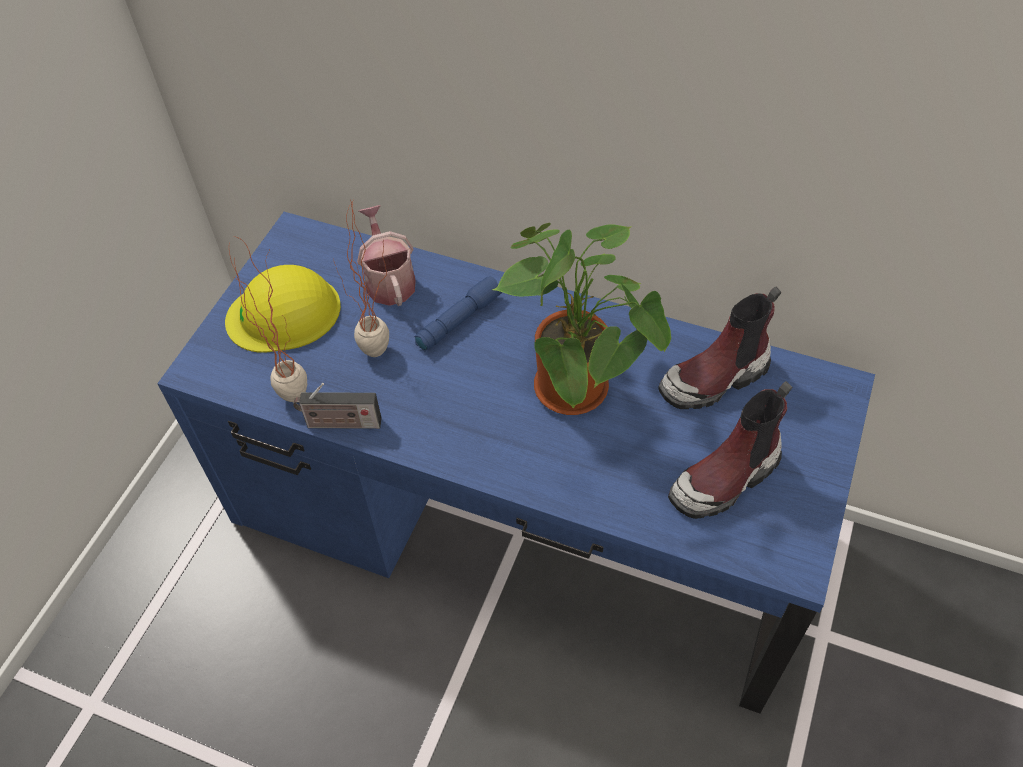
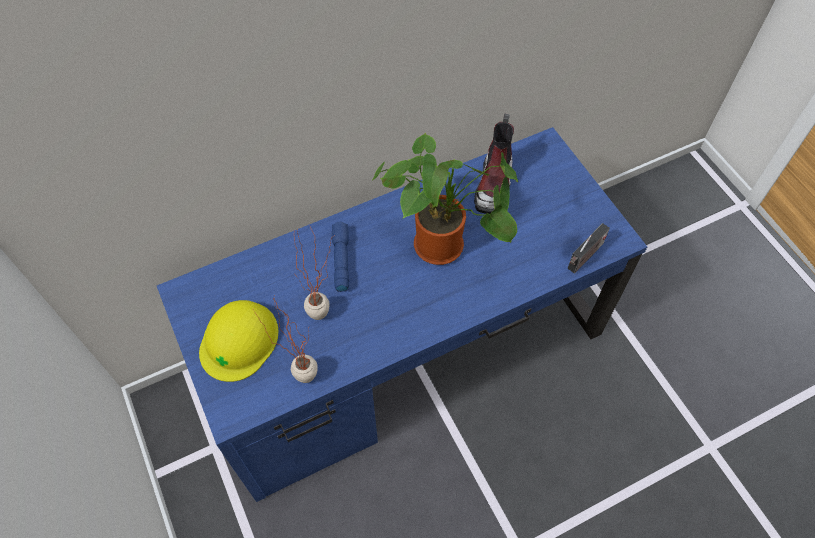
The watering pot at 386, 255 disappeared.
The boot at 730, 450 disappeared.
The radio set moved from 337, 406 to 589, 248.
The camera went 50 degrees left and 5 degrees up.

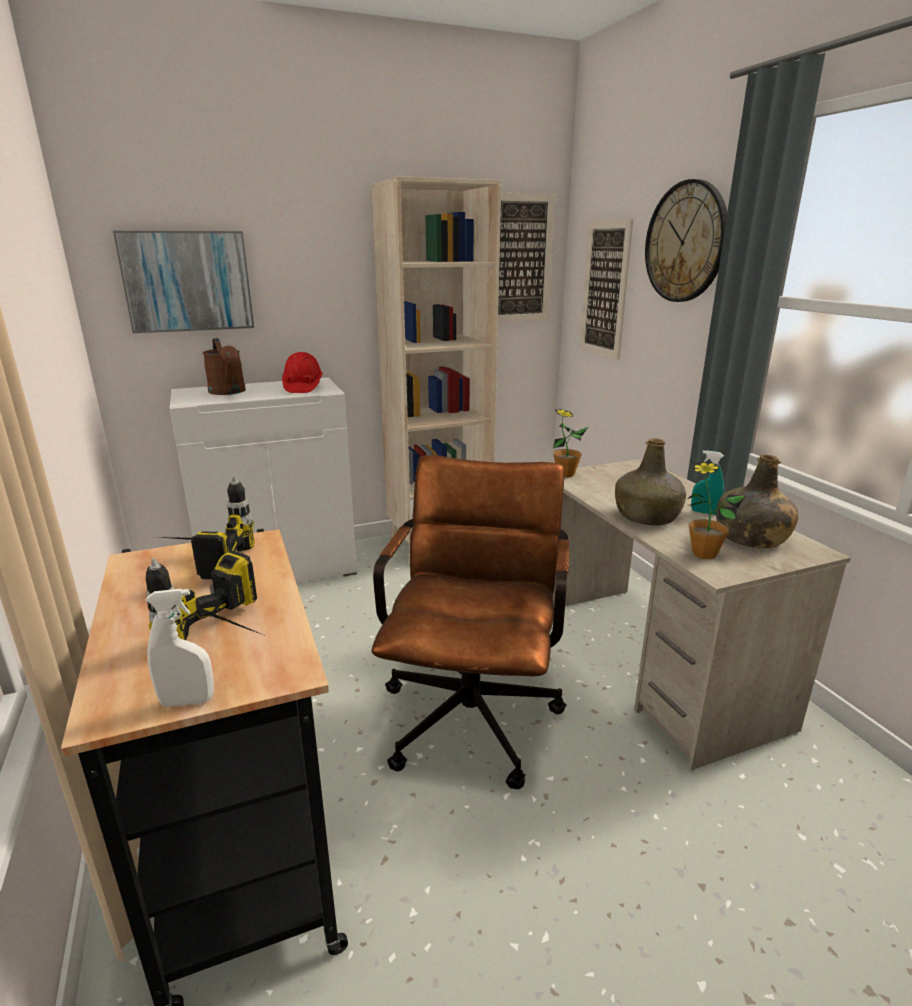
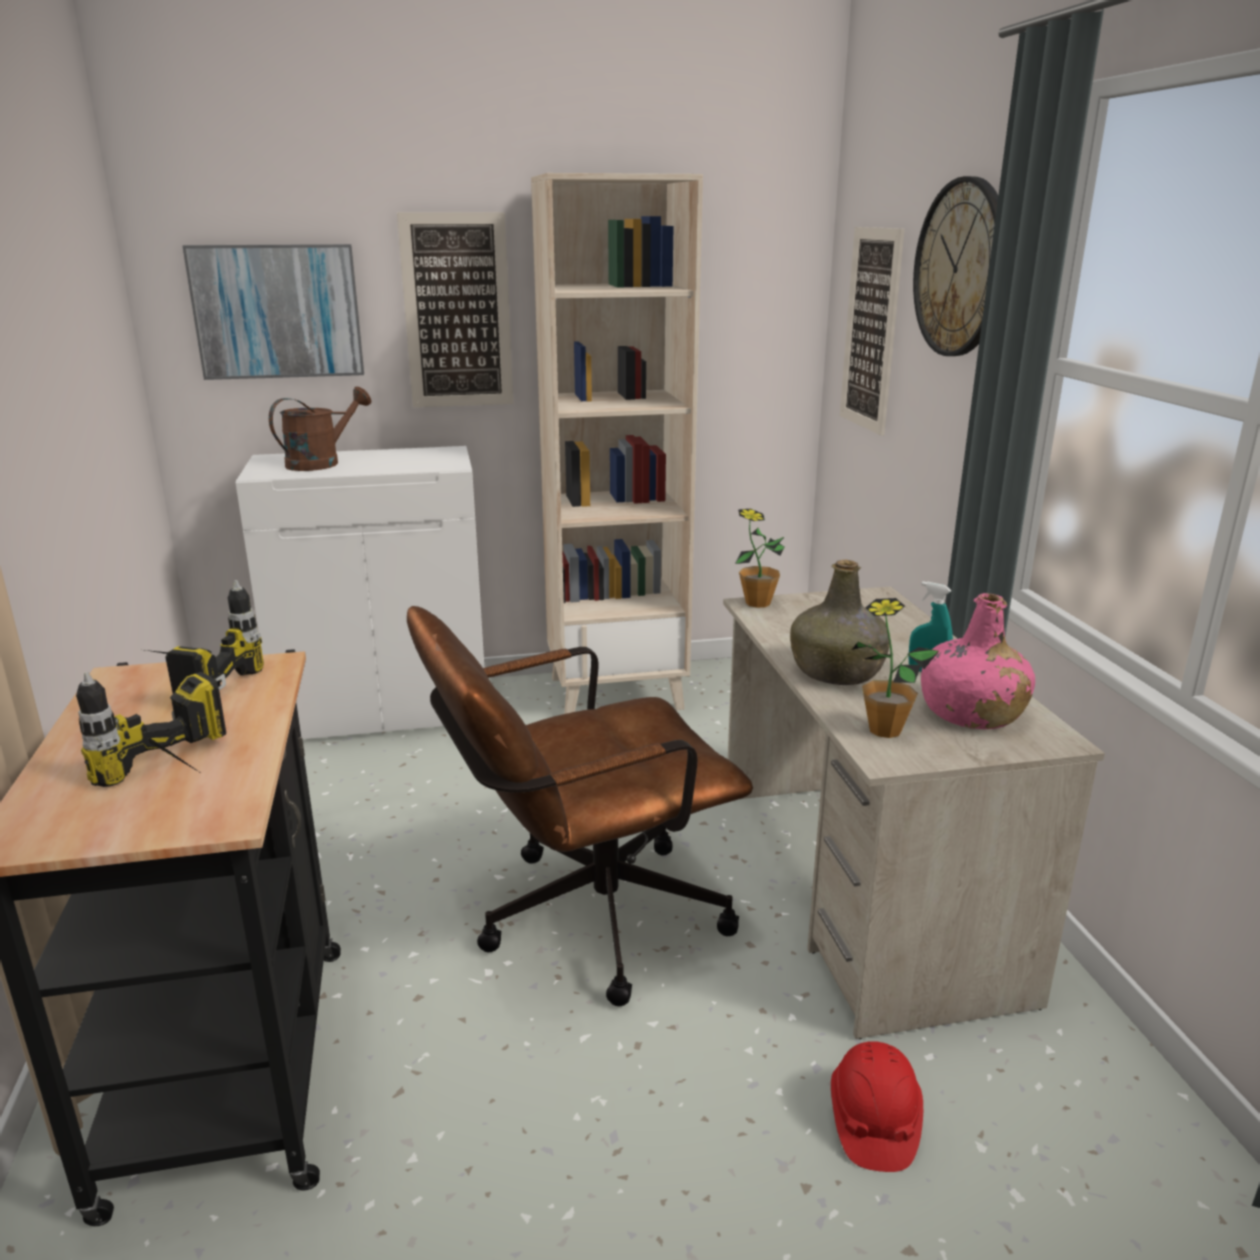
The wall art moved from 526, 257 to 455, 309.
The watering pot (brown-coloured) at 224, 366 turned 120 degrees counterclockwise.
The work helmet (red-coloured) moved from 302, 372 to 877, 1106.
The desk chair (brown-coloured) at 470, 622 turned 135 degrees counterclockwise.
The drink bottle (greenish) at 757, 501 became the drink bottle (pink-coloured) at 978, 661.
The hand sprayer (white-coloured) at 179, 648 disappeared.
The camera went 10 degrees right and 0 degrees up.

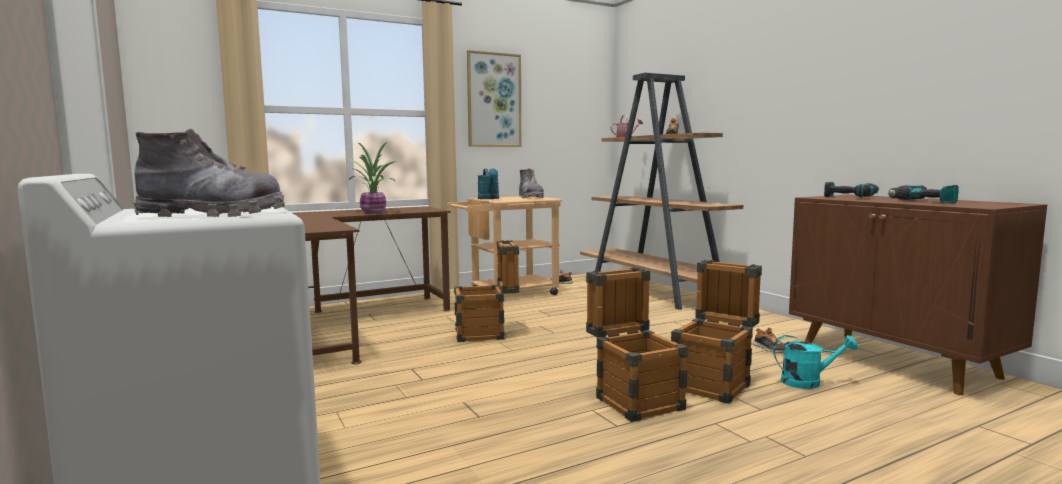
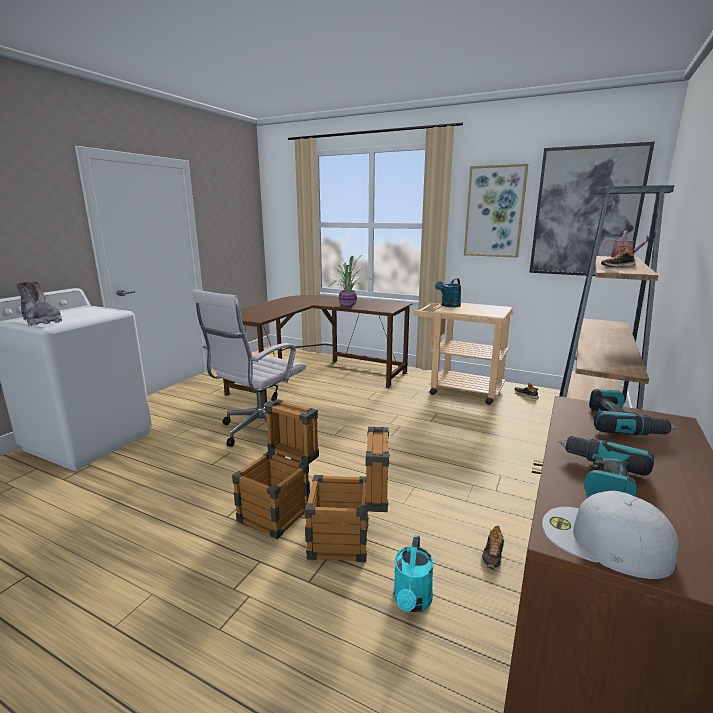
The boot (grey) at 531, 183 disappeared.
The packing crate at 487, 291 disappeared.
The watering pot (turquoise-coloured) at 815, 362 turned 45 degrees clockwise.
The wall art at 592, 209 appeared.
The desk chair (white-coloured) at 249, 368 appeared.
The baseball cap (white-coloured) at 610, 534 appeared.
The camera went 55 degrees right and 10 degrees up.

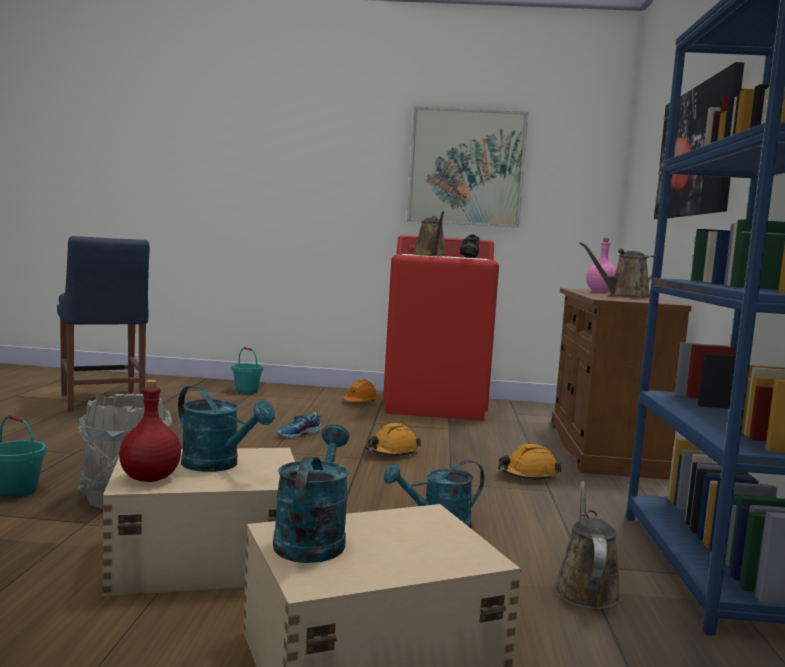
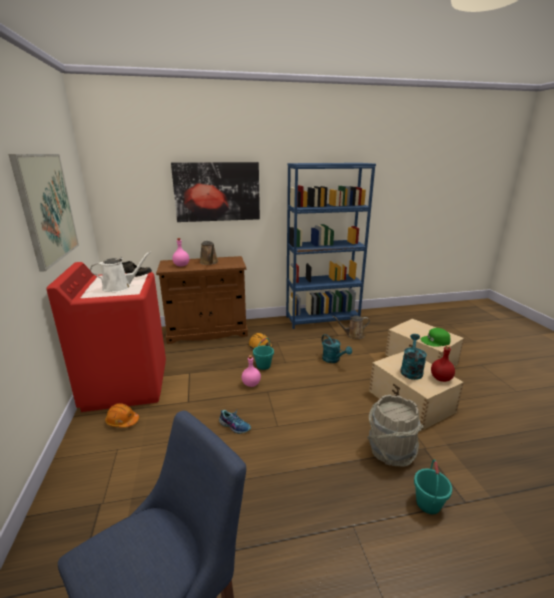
The watering pot (brown-coloured) at 430, 234 became the watering pot (white-coloured) at 120, 271.
The water bucket (turquoise-coloured) moved from 247, 370 to 263, 354.
The work helmet (orangey) at 393, 439 was replaced by the drink bottle (pink-coloured) at 251, 371.
The watering pot (turquoise-coloured) at 311, 493 was replaced by the baseball cap (greenish) at 436, 337.
The camera went 105 degrees left and 15 degrees up.

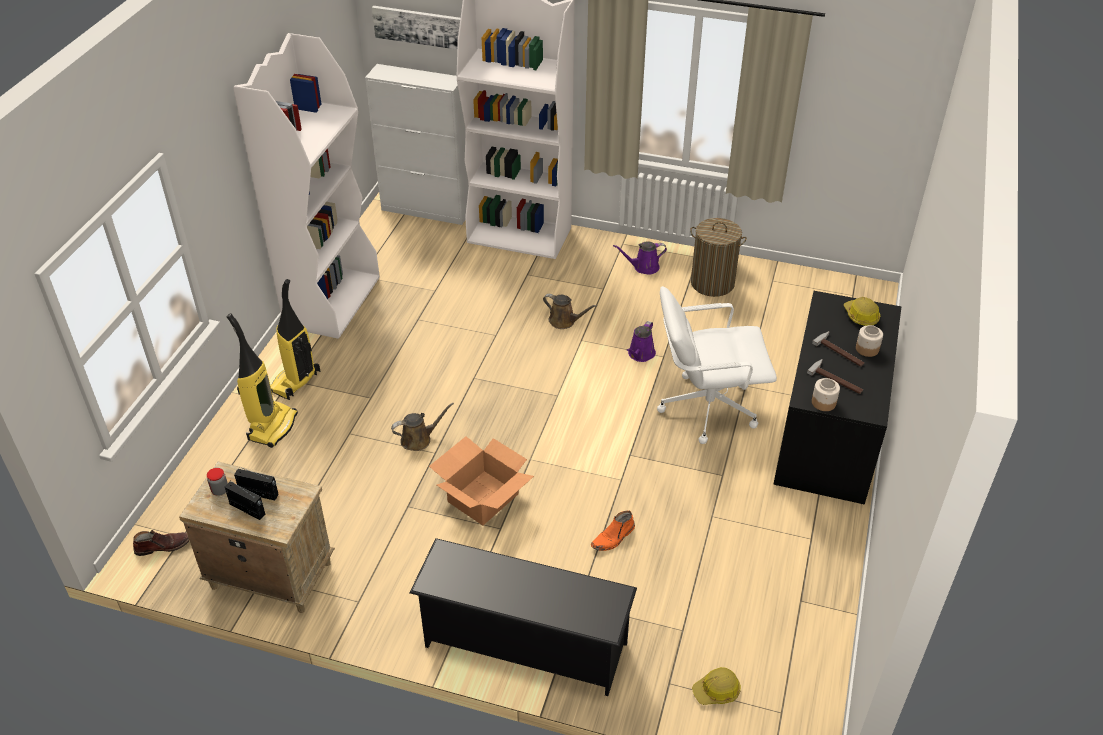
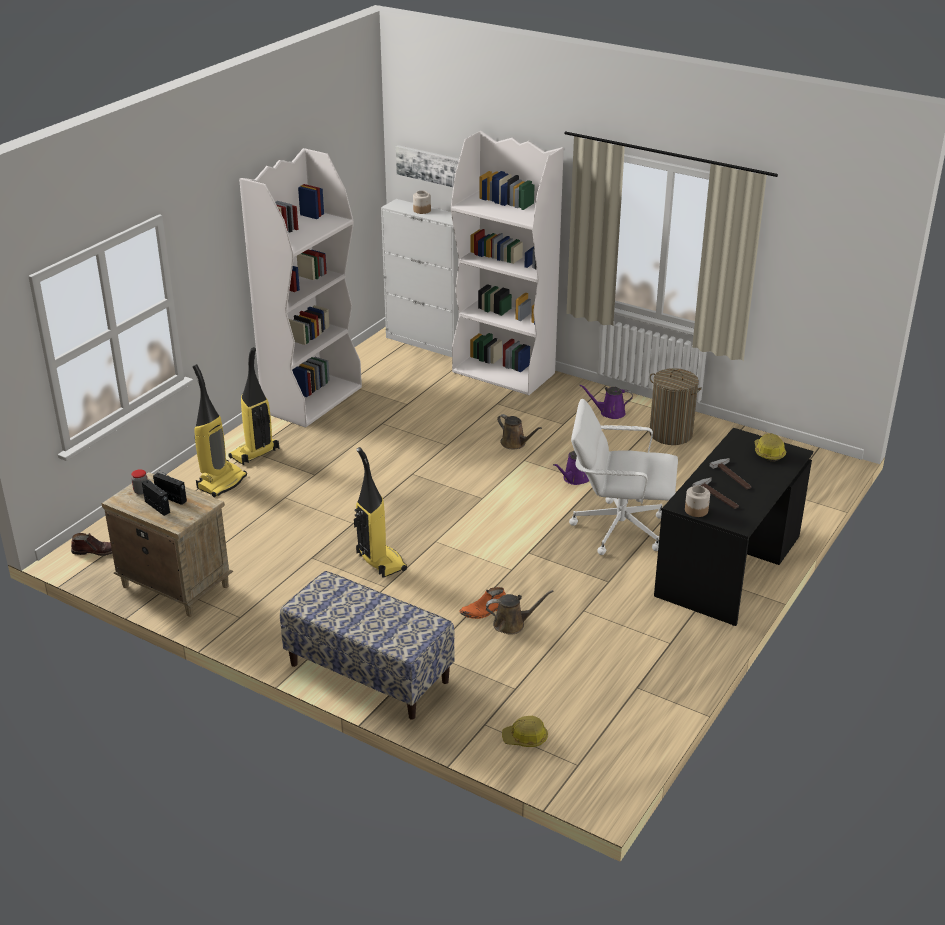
The jar moved from 869, 341 to 422, 202.
The watering pot (brown-coloured) moved from 422, 427 to 520, 612.
The packing box at 481, 480 was replaced by the vacuum cleaner at 380, 512.
The shoe shelf (black-coloured) at 523, 617 was replaced by the long seat at 367, 645.
The camera went 15 degrees right and 10 degrees down.

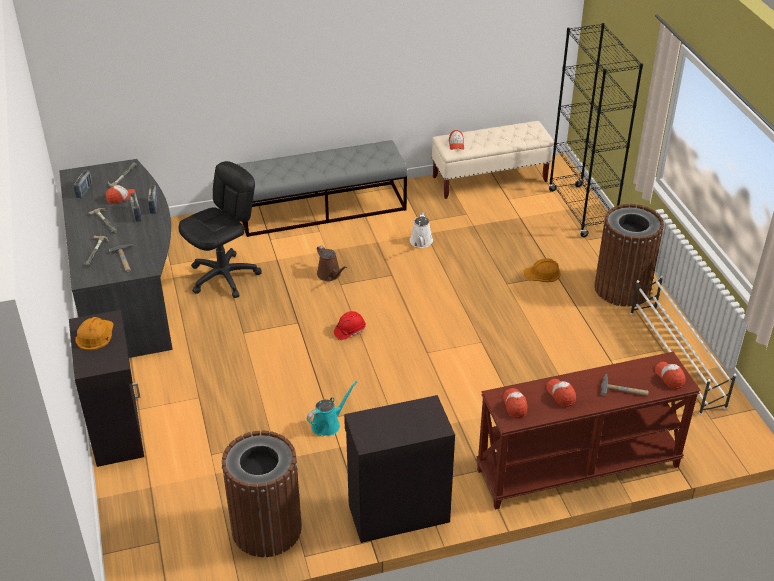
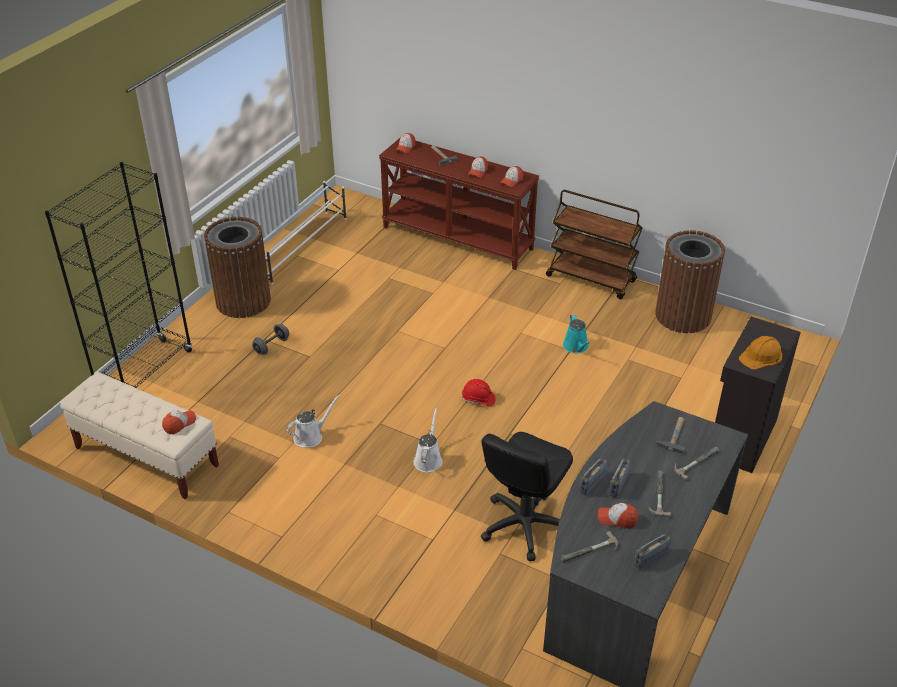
The long seat (grey) at 322, 188 disappeared.
The desk chair (black-coloured) at 220, 229 turned 60 degrees counterclockwise.
The watering pot (brown-coloured) at 332, 263 became the watering pot (white-coloured) at 427, 439.
The work helmet (orangey) at 542, 270 was replaced by the dumbbell (grey) at 270, 339.
The watering pot (turquoise-coloured) at 332, 409 turned 105 degrees counterclockwise.
The cabinet (black-coloured) at 399, 469 was replaced by the wheeled cart (brown-coloured) at 594, 244.
The camera went 135 degrees left and 0 degrees up.

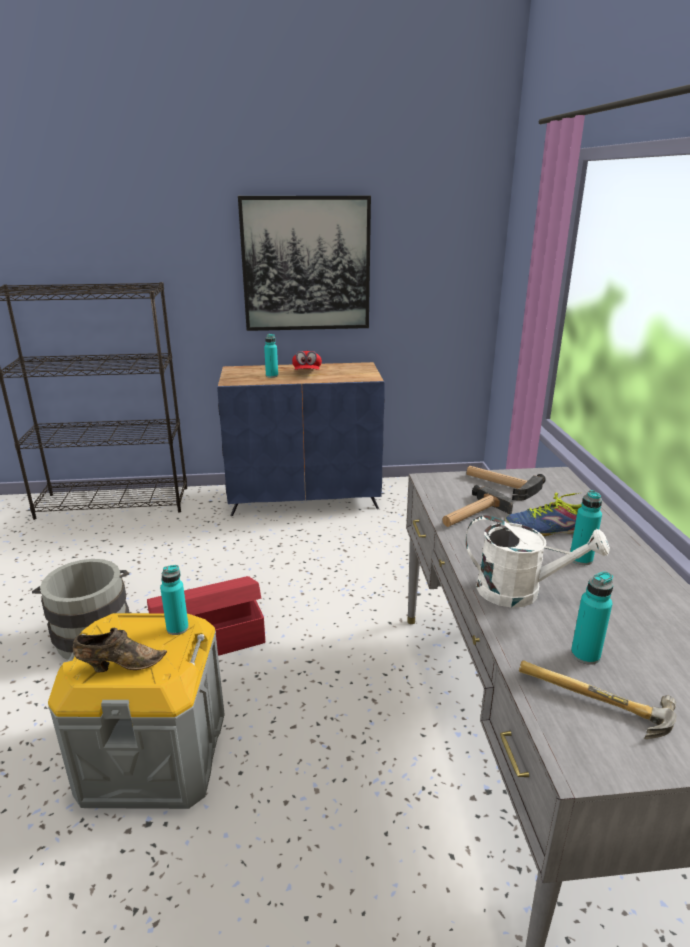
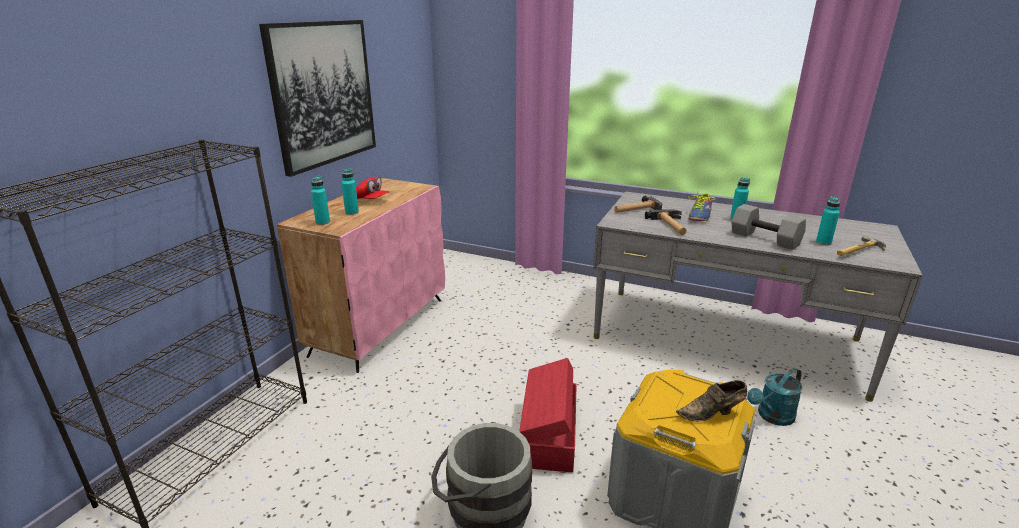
The cabinet (blue-coloured) at 301, 439 became the cabinet (pink-coloured) at 361, 275.
The watering pot (white-coloured) at 537, 561 was replaced by the dumbbell (grey) at 768, 227.
The drink bottle (turquoise-coloured) moved from 174, 600 to 320, 200.
The item of footwear (brown-coloured) at 120, 650 turned 120 degrees counterclockwise.
The watering pot (turquoise-coloured) at 775, 396 appeared.
The camera went 60 degrees left and 0 degrees up.

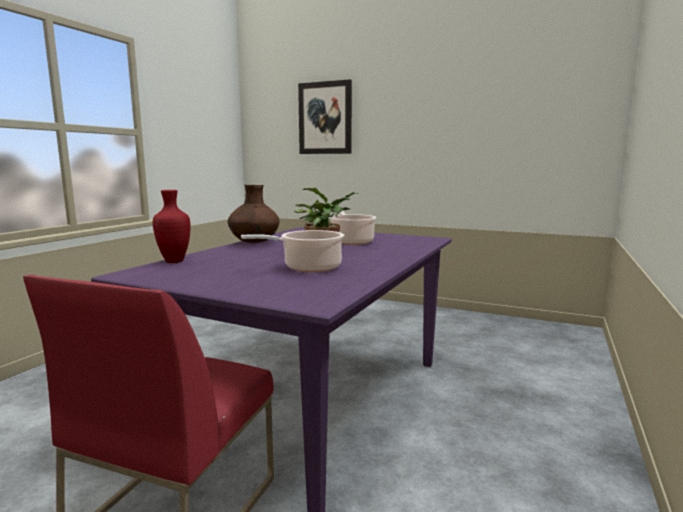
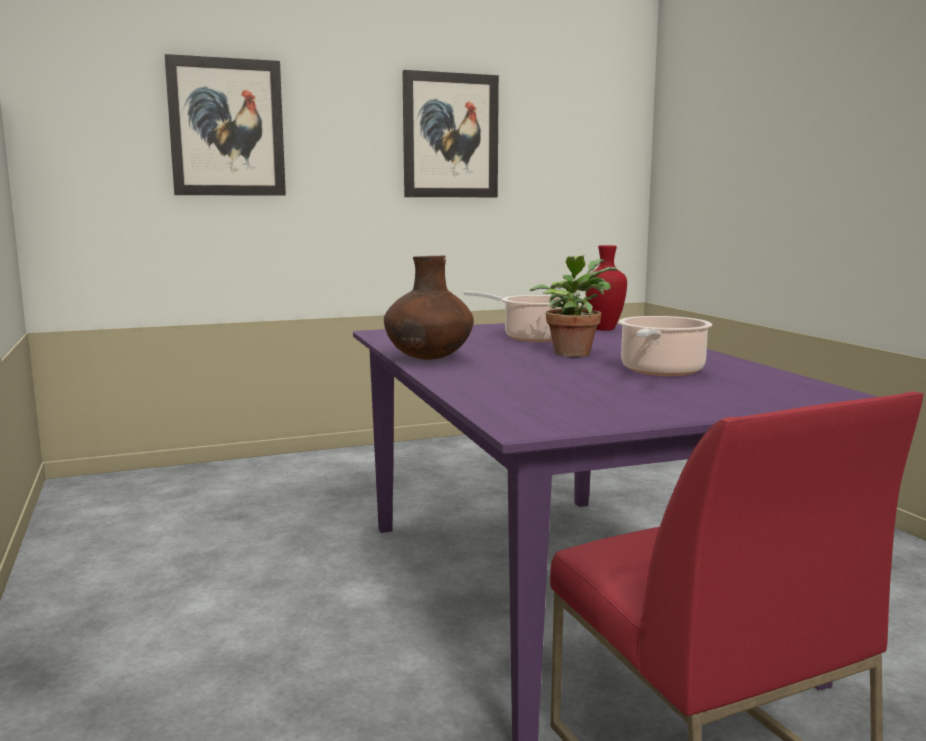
The decorative vase (red-coloured) moved from 171, 226 to 606, 288.
The wall art at 450, 133 appeared.
The camera went 45 degrees left and 0 degrees up.

